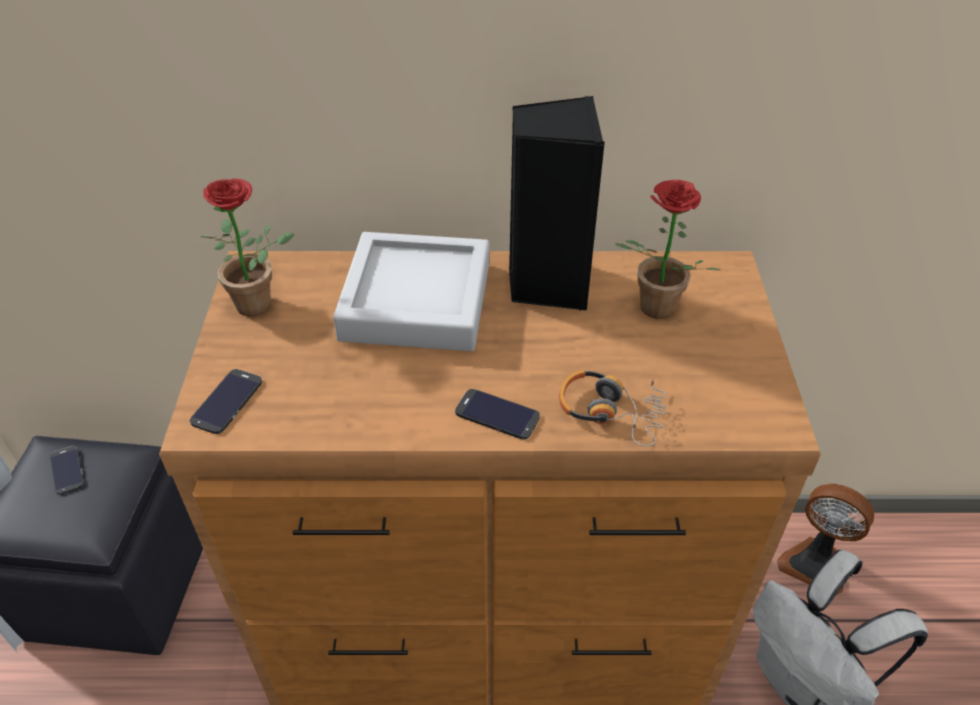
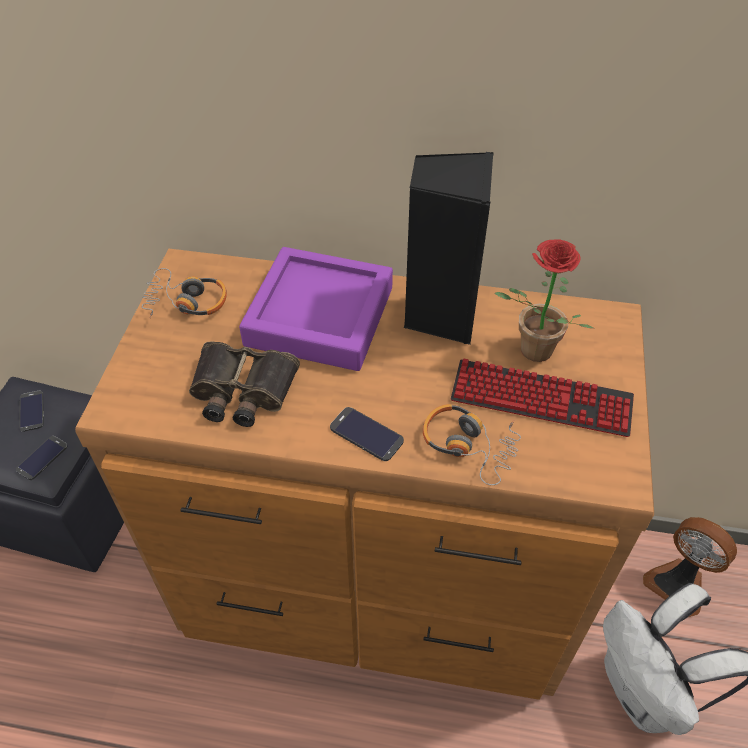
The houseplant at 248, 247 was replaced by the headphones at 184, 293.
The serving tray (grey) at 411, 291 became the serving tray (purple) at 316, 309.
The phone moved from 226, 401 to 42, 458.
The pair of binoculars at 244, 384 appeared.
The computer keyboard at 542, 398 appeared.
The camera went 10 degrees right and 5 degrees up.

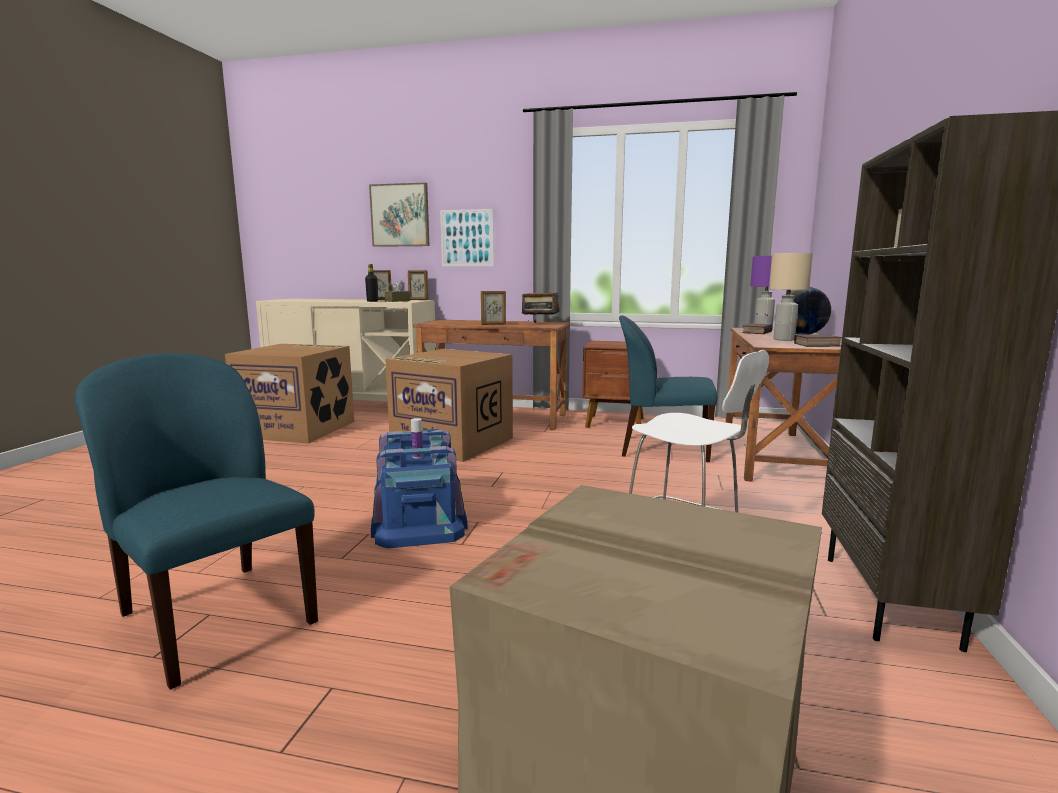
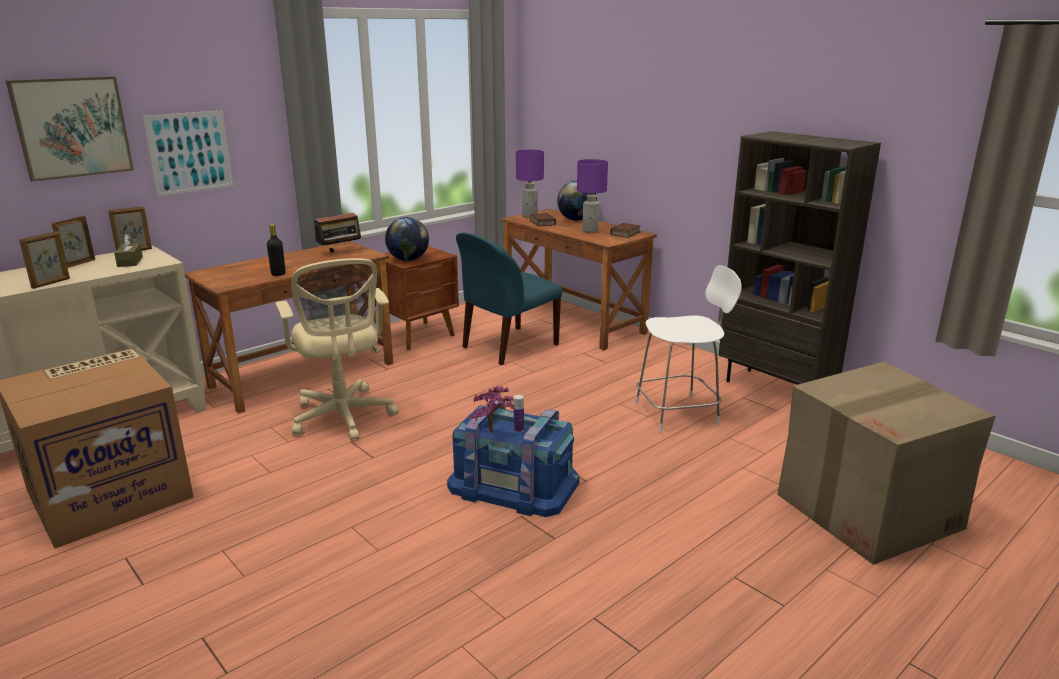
The tabletop lamp (beige-coloured) at 791, 297 became the tabletop lamp (purple) at 592, 196.
The drink bottle (black-coloured) moved from 371, 283 to 276, 250.
The picture frame moved from 493, 308 to 44, 260.
The packing box at 449, 405 was replaced by the desk chair (beige-coloured) at 336, 349.
The upright chair (blue-coloured) at 196, 521 disappeared.
The globe at 407, 239 appeared.
The houseplant at 491, 409 appeared.
The camera went 55 degrees left and 10 degrees up.

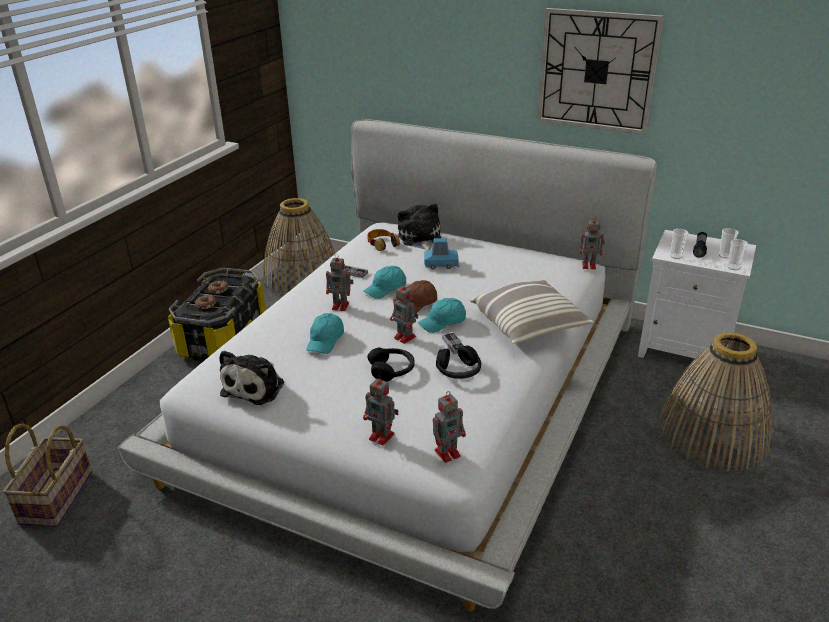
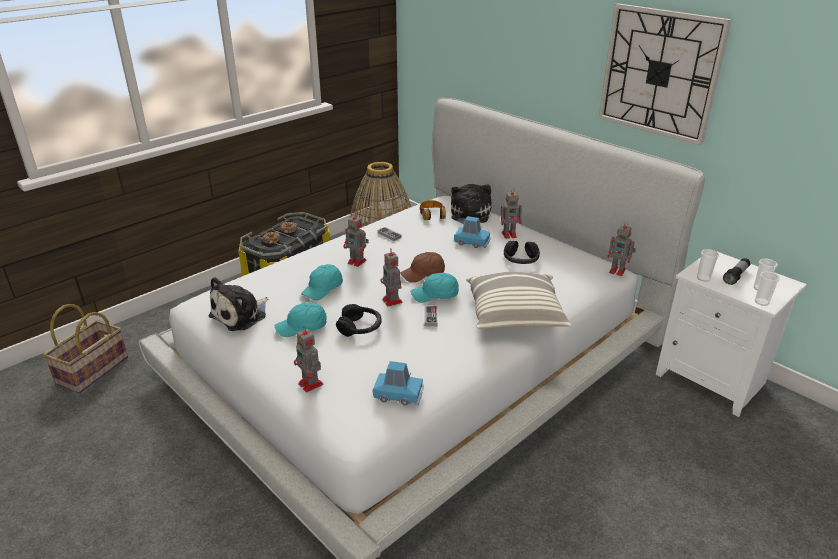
The baseball cap (turquoise-coloured) moved from 384, 282 to 300, 319.
The storage basket at 715, 402 disappeared.
The headphones (black-coloured) moved from 458, 362 to 522, 252.
The robot figure moved from 449, 427 to 511, 213.
The toy car (blue-coloured) at 398, 383 appeared.
The camera went 20 degrees right and 0 degrees up.

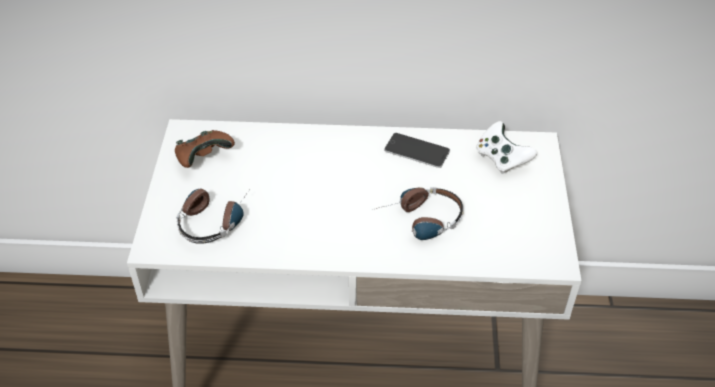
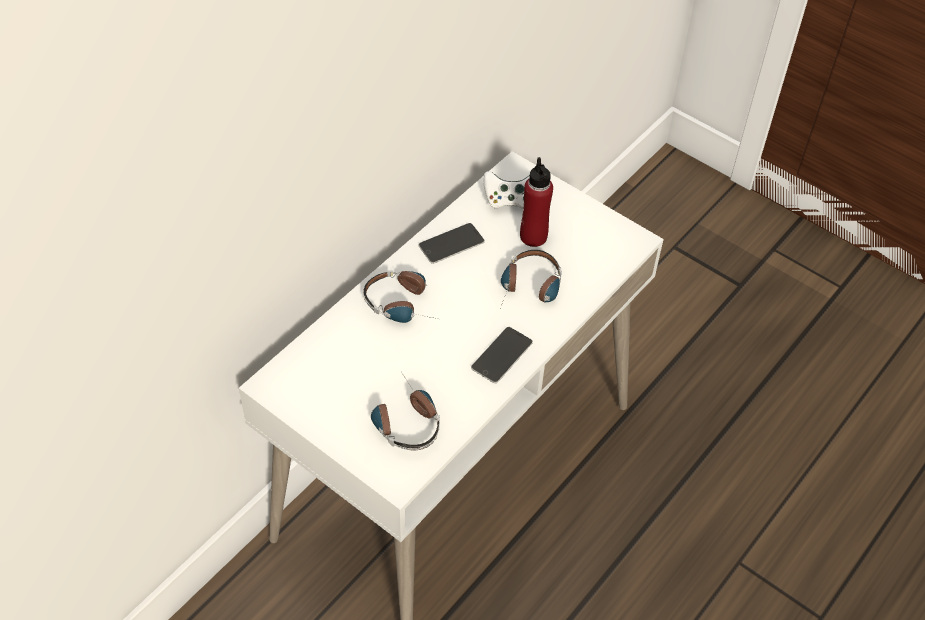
The game controller (brown-coloured) at 205, 149 disappeared.
The drink bottle (red-coloured) at 536, 202 appeared.
The headphones at 400, 296 appeared.
The phone at 502, 355 appeared.
The camera went 55 degrees left and 5 degrees up.

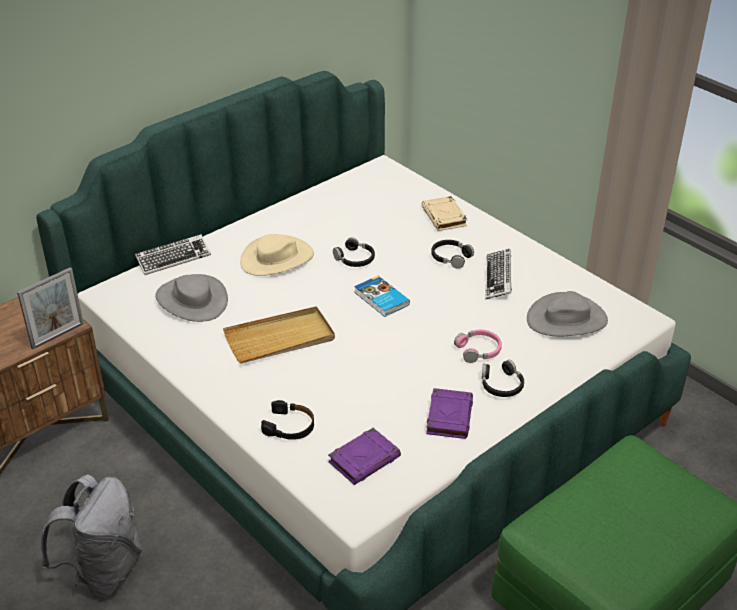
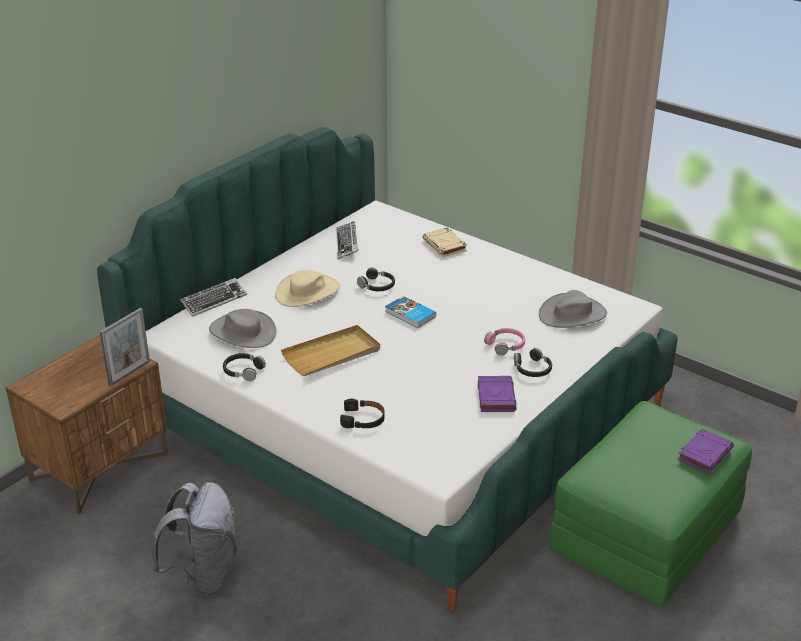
The headphones (black-coloured) moved from 452, 254 to 244, 367.
The computer keyboard moved from 498, 274 to 347, 240.
The book (purple) moved from 364, 456 to 706, 451.
The camera went 10 degrees left and 5 degrees down.

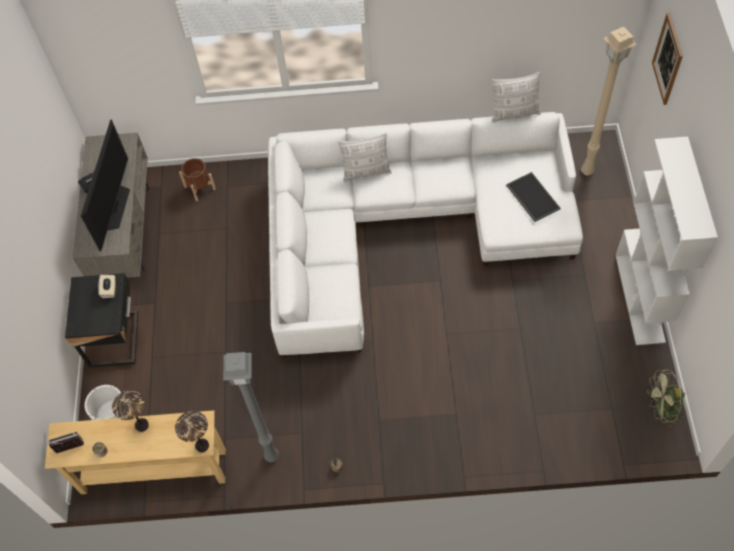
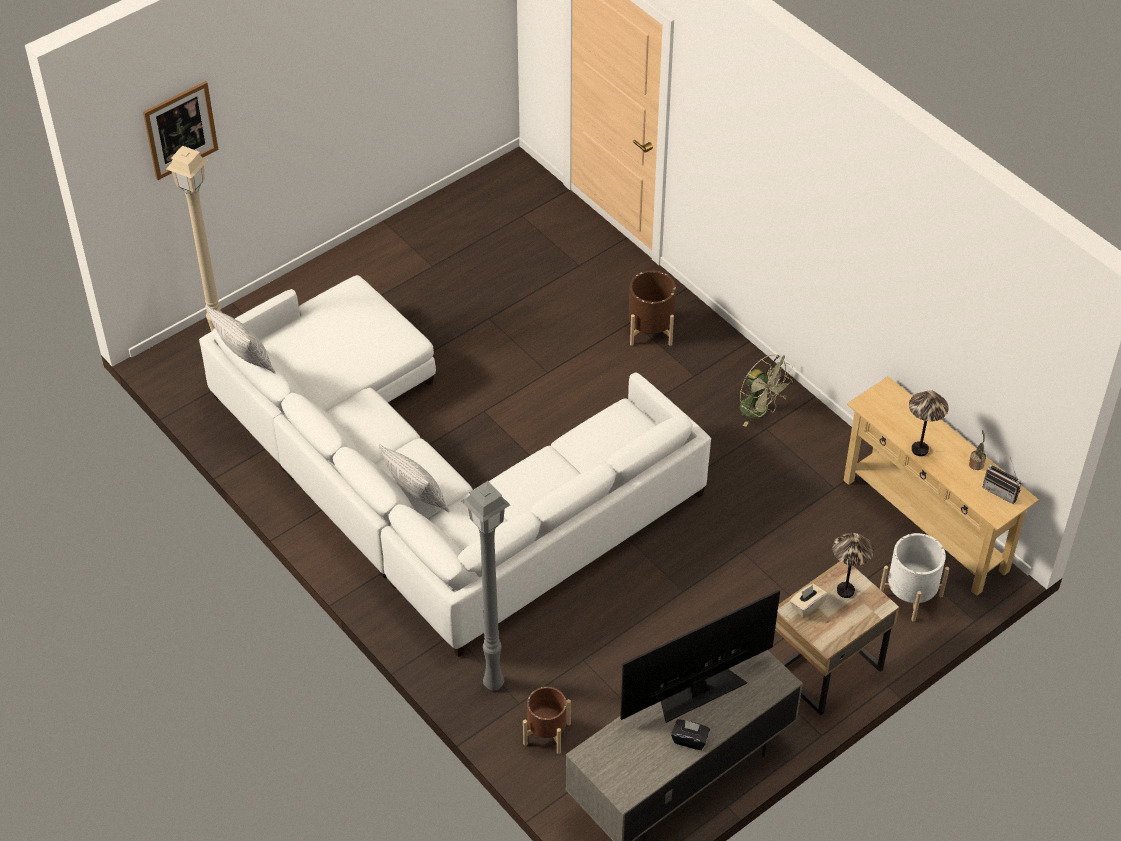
The bookshelf (white-coloured) at 666, 240 disappeared.
The serving tray at 533, 197 disappeared.
The nightstand (black-coloured) at 101, 320 became the nightstand (beige-coloured) at 837, 638.
The floor lamp (grey) moved from 251, 407 to 486, 586.
The fan (greenish) moved from 667, 398 to 766, 390.
The tabletop lamp moved from 192, 431 to 853, 565.
The flower pot (brown-coloured) at 652, 308 appeared.
The camera went 130 degrees left and 10 degrees down.

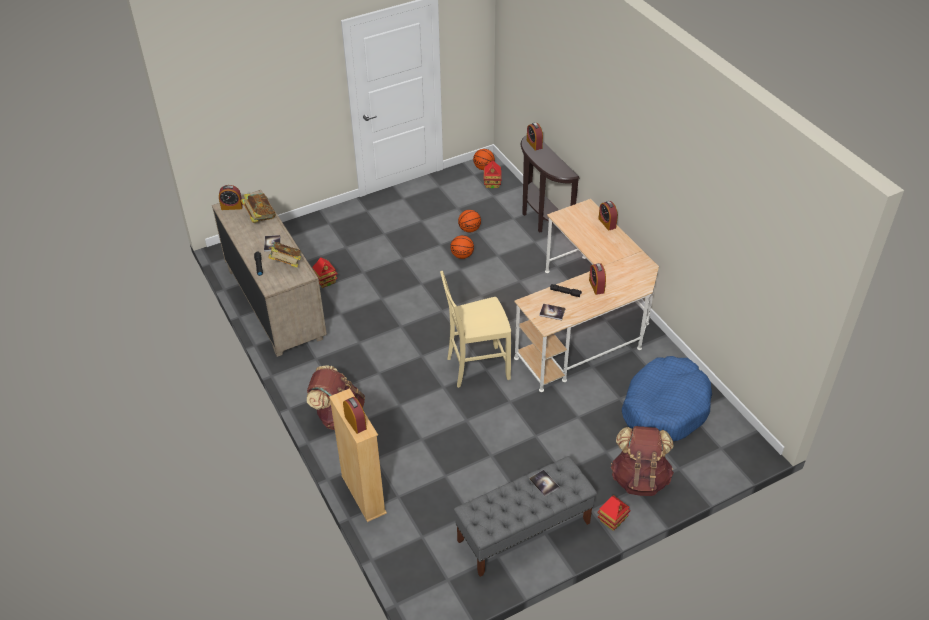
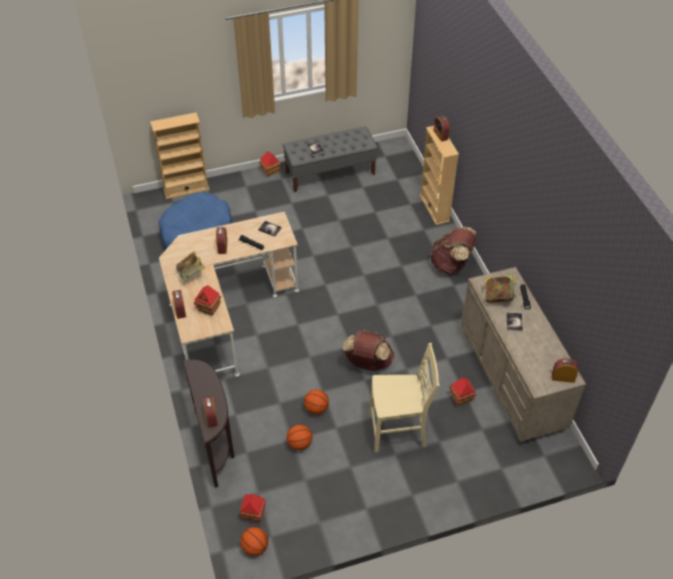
The book moved from 258, 208 to 190, 265.
The upright chair (beige-coloured) moved from 475, 329 to 405, 398.
The knapsack (brown-coloured) moved from 642, 461 to 368, 350.
The bookshelf (beige-coloured) at 179, 156 appeared.
The model house at 207, 300 appeared.
The camera went 170 degrees left and 5 degrees up.

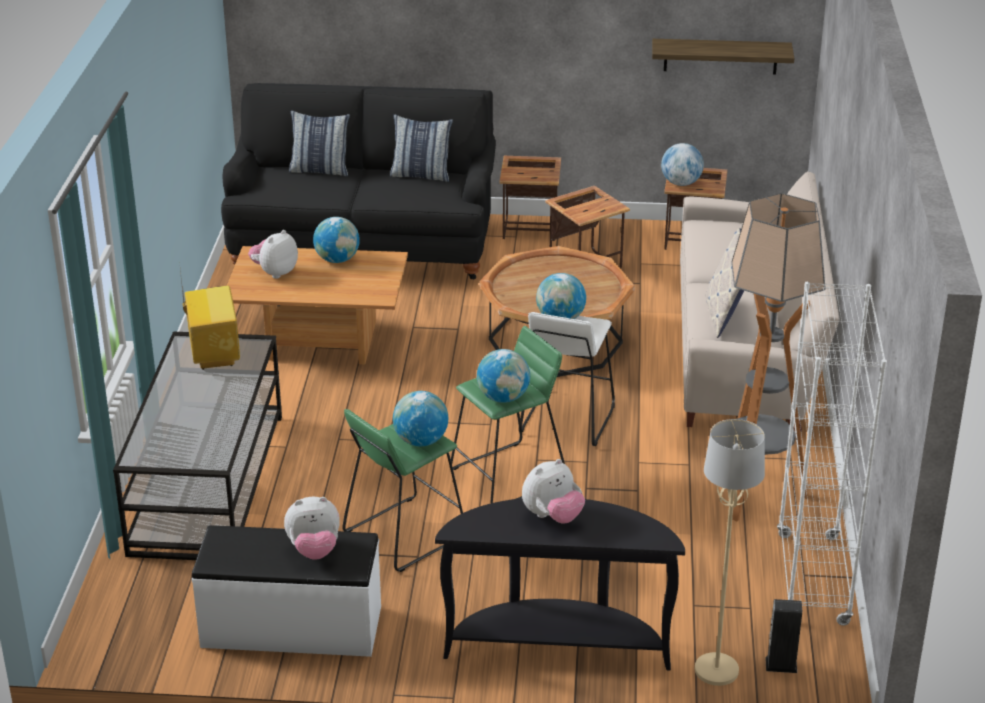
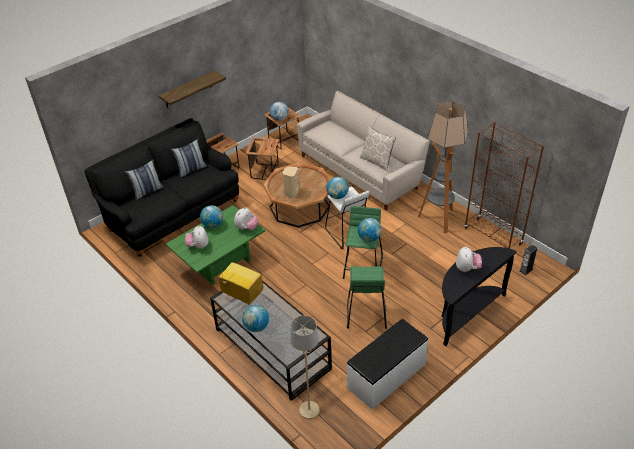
The bracket shelf moved from 723, 57 to 192, 89.
The coffee table (brown-coloured) at 317, 305 became the coffee table (greenish) at 215, 245.
The bookshelf (white-coloured) at 832, 454 became the bookshelf (brown-coloured) at 504, 185.
The globe moved from 420, 418 to 255, 318.
The floor lamp (beige-coloured) moved from 730, 552 to 305, 367.
The plush toy moved from 312, 528 to 246, 218.
The speaker (beige-coloured) at 291, 182 appeared.
The camera went 45 degrees left and 10 degrees up.

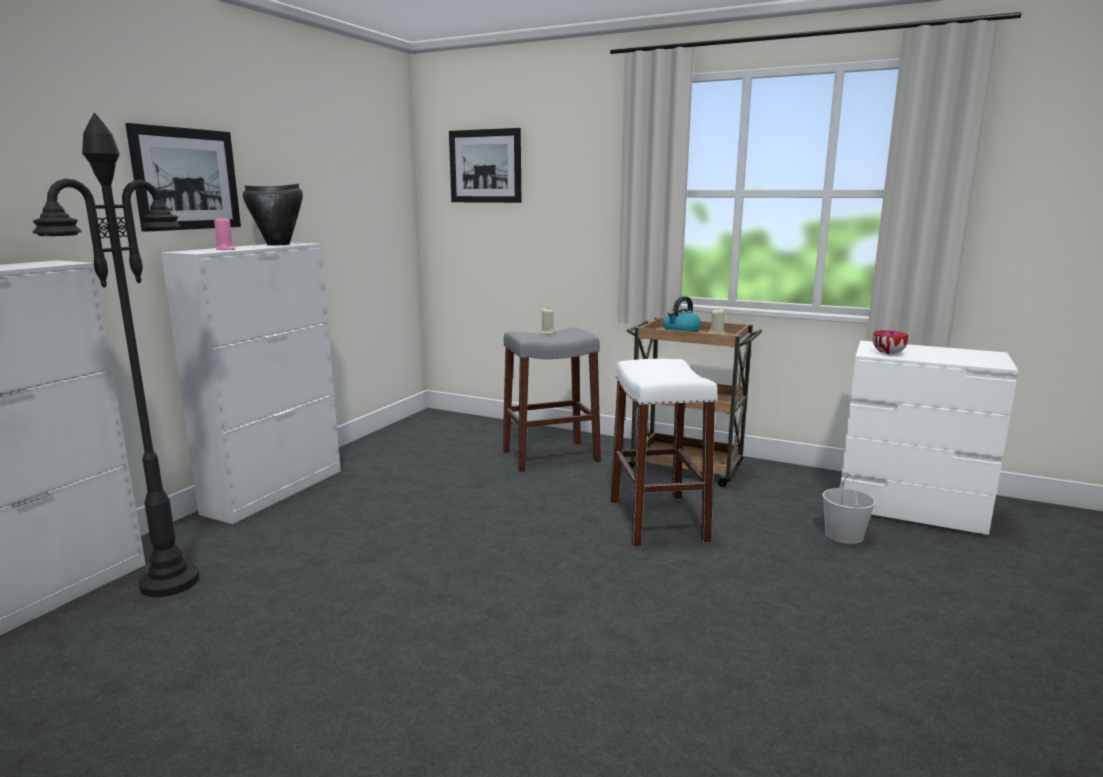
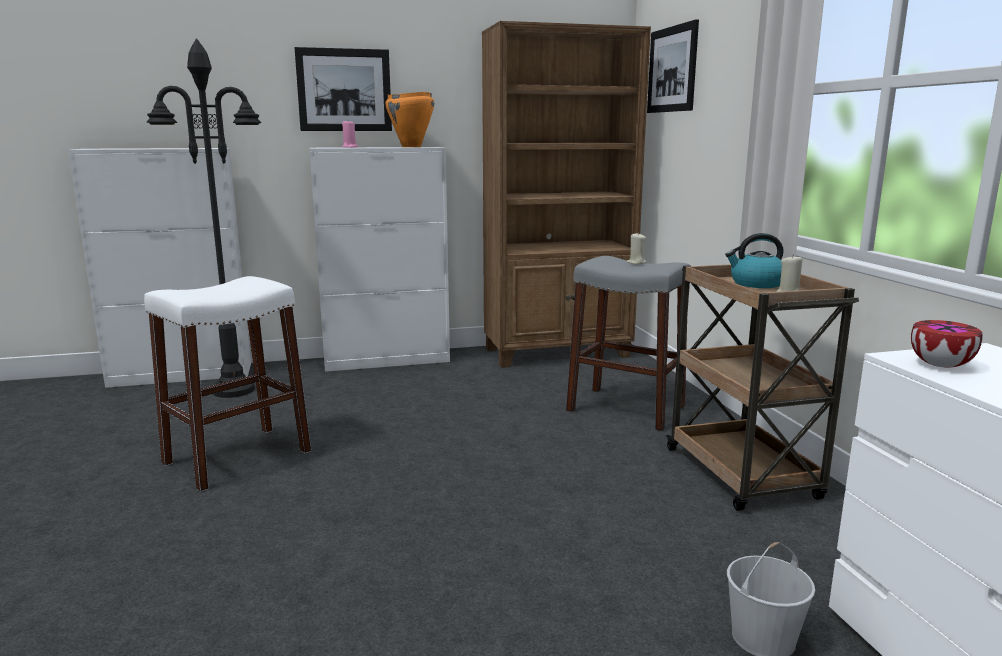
The stockpot (black-coloured) at 273, 214 became the stockpot (orangey) at 410, 119.
The stool seat (white-coloured) moved from 663, 453 to 227, 383.
The bookshelf (brown-coloured) at 566, 194 appeared.
The camera went 50 degrees right and 0 degrees up.

